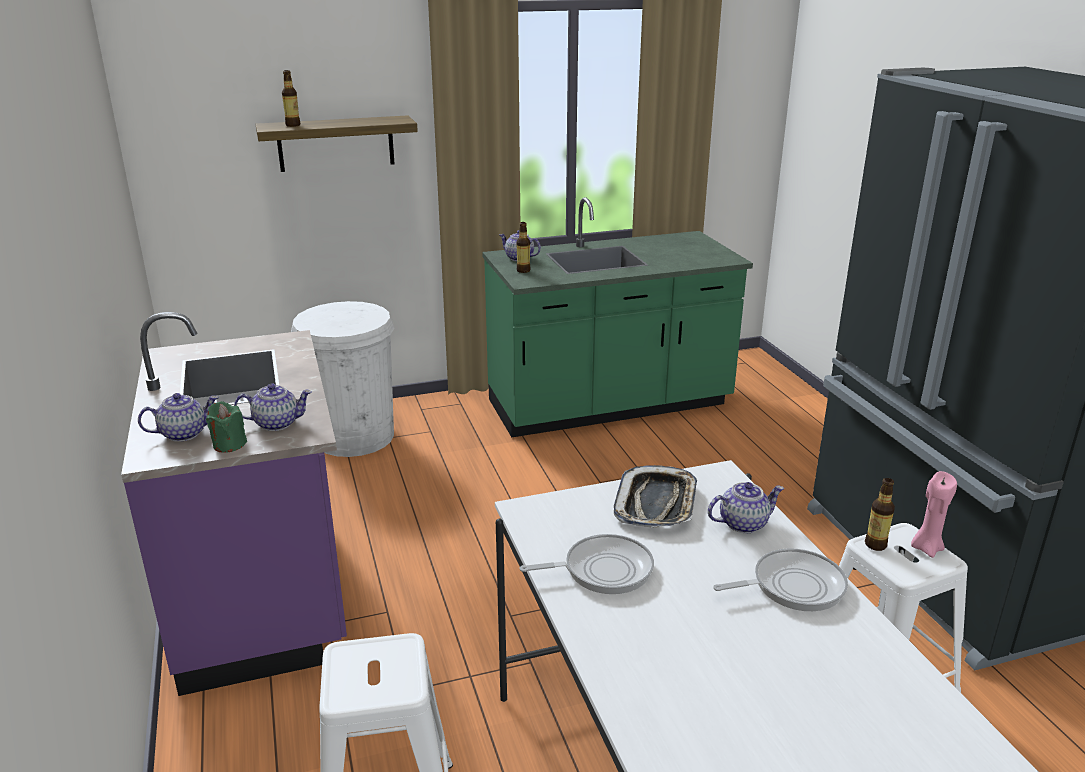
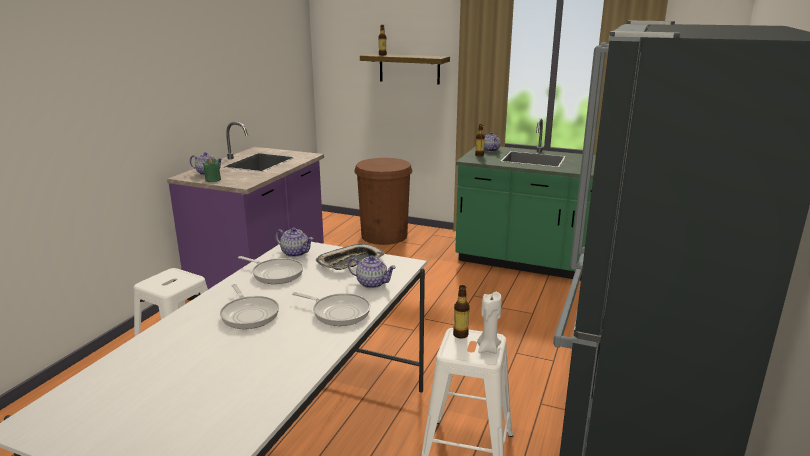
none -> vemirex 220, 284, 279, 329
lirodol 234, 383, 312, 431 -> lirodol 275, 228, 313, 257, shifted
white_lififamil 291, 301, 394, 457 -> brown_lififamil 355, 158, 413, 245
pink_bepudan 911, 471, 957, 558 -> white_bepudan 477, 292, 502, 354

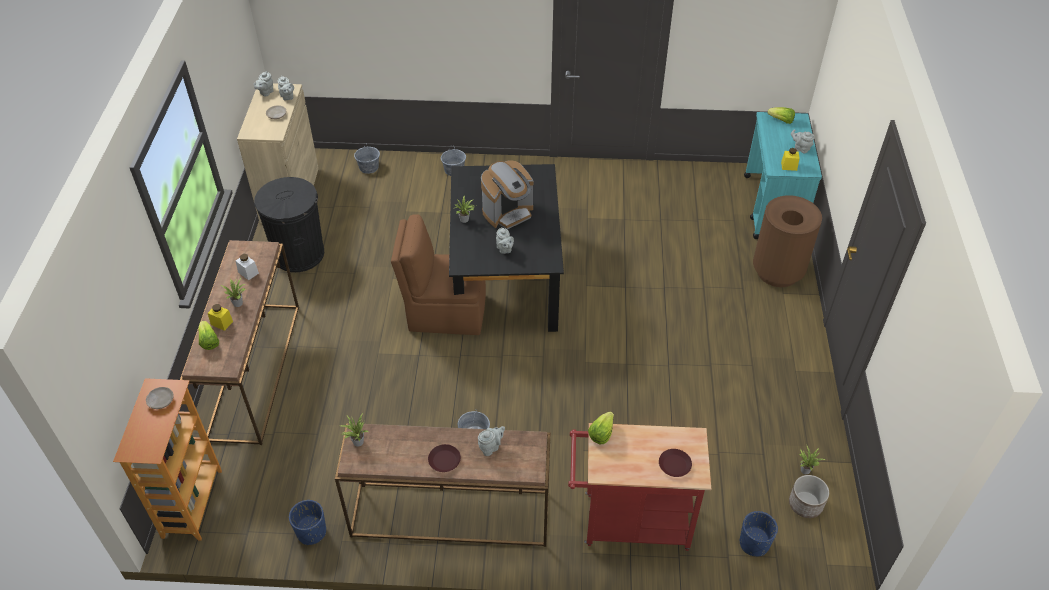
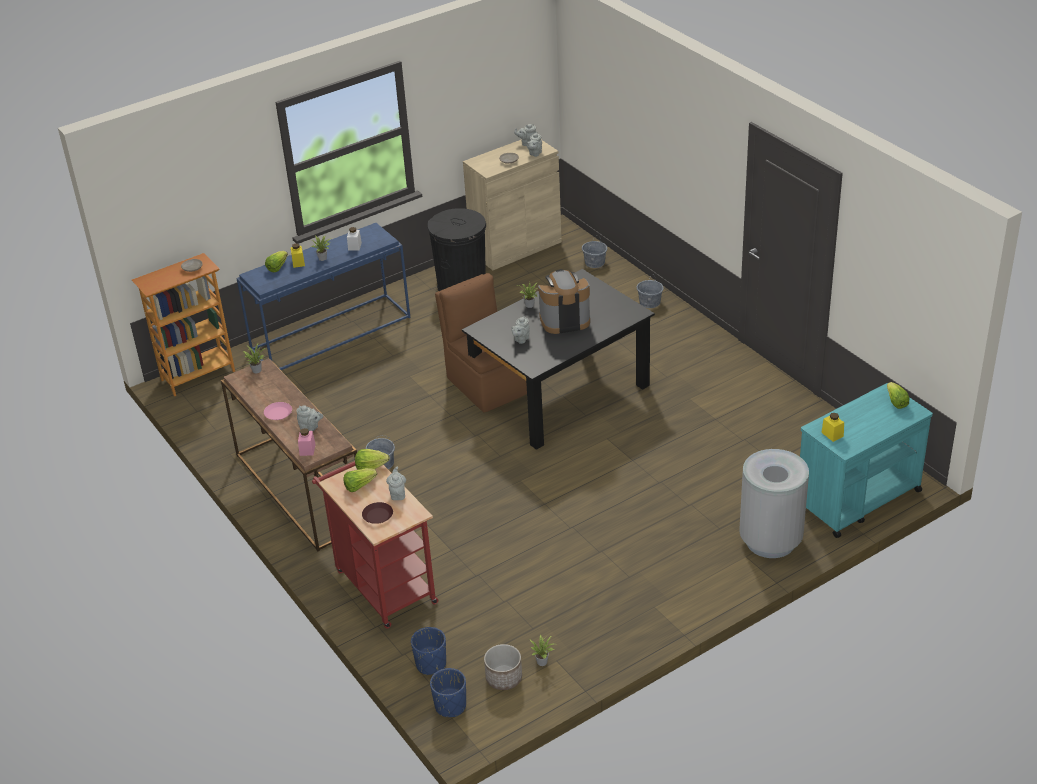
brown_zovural 180, 240, 299, 445 -> blue_zovural 236, 223, 410, 370
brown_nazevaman 428, 444, 461, 472 -> pink_nazevaman 264, 402, 292, 420
none -> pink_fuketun 298, 428, 316, 456
none -> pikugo 343, 468, 377, 492
grey_lirodol 791, 129, 814, 154 -> grey_lirodol 386, 467, 406, 500, shifted
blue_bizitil 289, 500, 326, 545 -> blue_bizitil 430, 668, 466, 717, shifted
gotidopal 481, 161, 534, 229 -> gotidopal 538, 269, 590, 334, 150 degrees clockwise
brown_lififamil 753, 195, 822, 287 -> grey_lififamil 740, 449, 809, 558

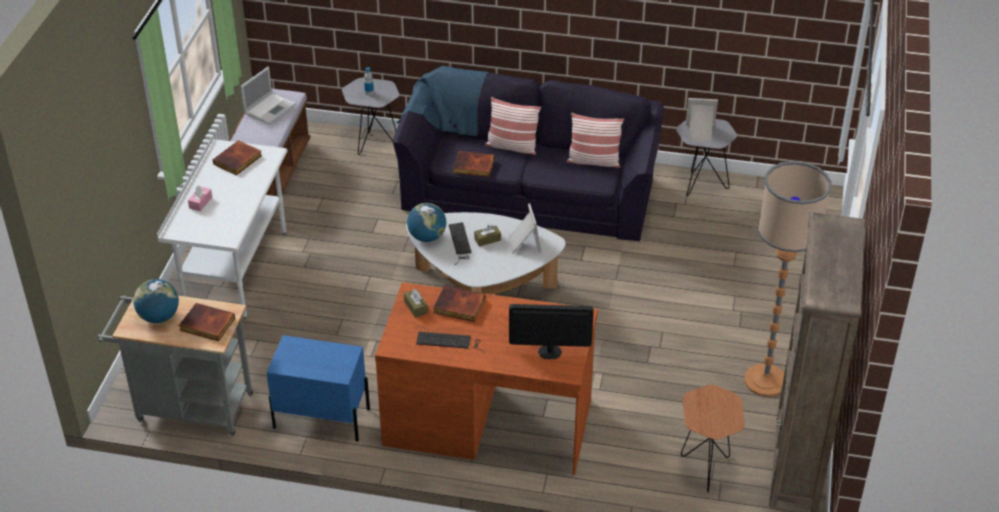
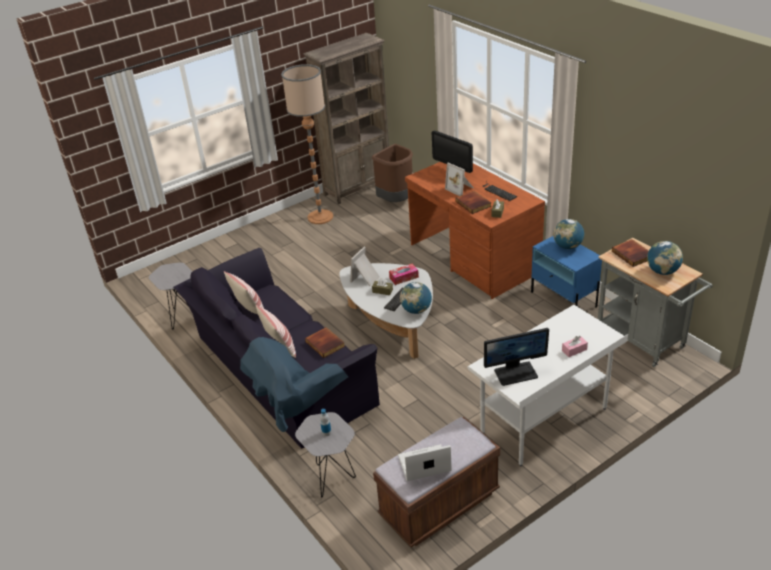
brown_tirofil 681, 385, 744, 492 -> brown_lififamil 372, 144, 413, 202
none -> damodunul 389, 264, 419, 285
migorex 685, 98, 718, 142 -> migorex 445, 163, 474, 196, shifted
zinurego 213, 140, 262, 175 -> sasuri 484, 328, 549, 386
none -> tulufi 553, 219, 584, 249

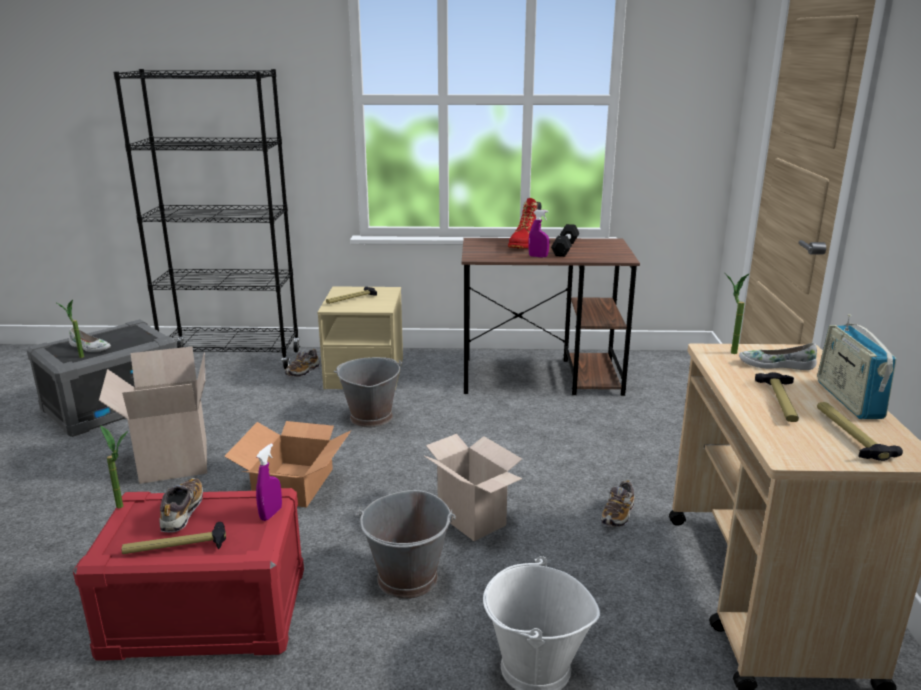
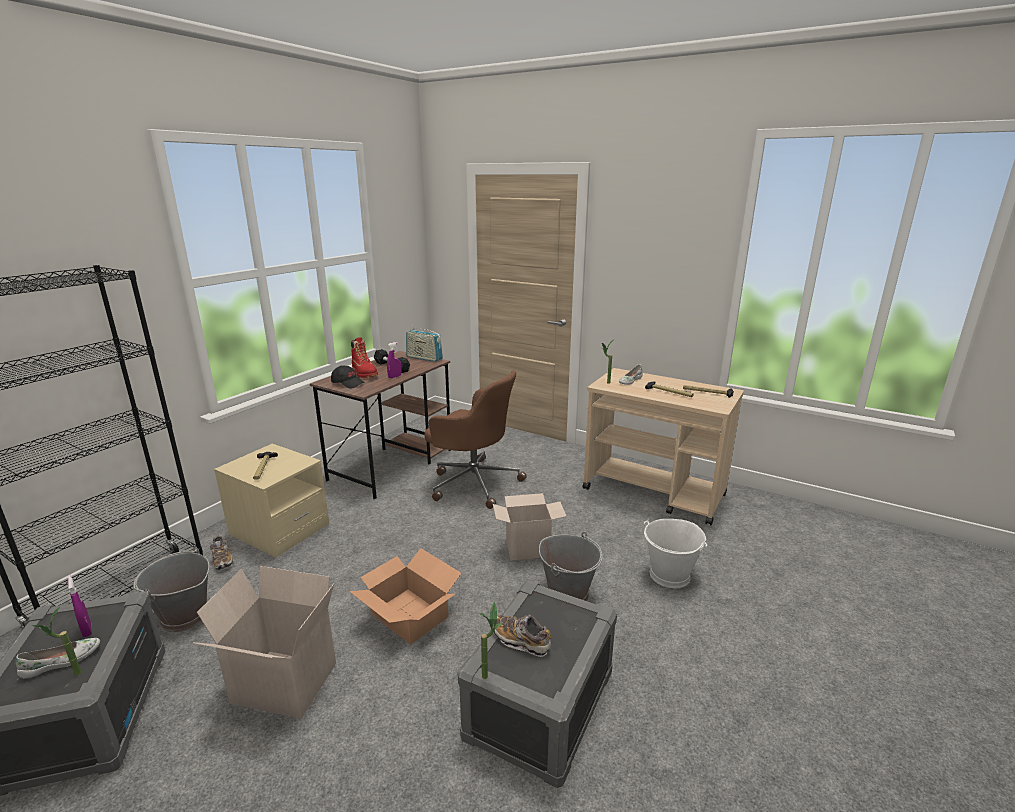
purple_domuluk 256, 443, 282, 521 -> purple_domuluk 68, 576, 92, 637, shifted
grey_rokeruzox 334, 357, 402, 427 -> grey_rokeruzox 133, 547, 210, 632, shifted
none -> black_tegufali 331, 366, 364, 389
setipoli 817, 314, 896, 419 -> setipoli 406, 325, 443, 362, shifted
none -> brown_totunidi 424, 371, 527, 509
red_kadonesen 73, 488, 304, 661 -> grey_kadonesen 458, 580, 617, 788
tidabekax 121, 522, 226, 554 -> none
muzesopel 601, 480, 635, 527 -> none

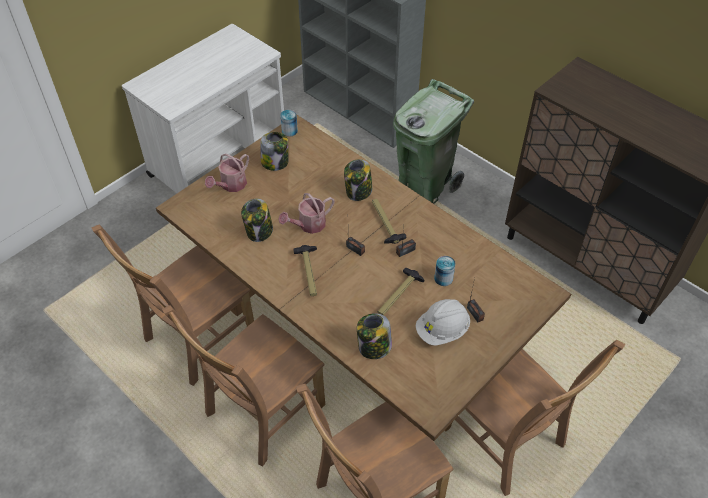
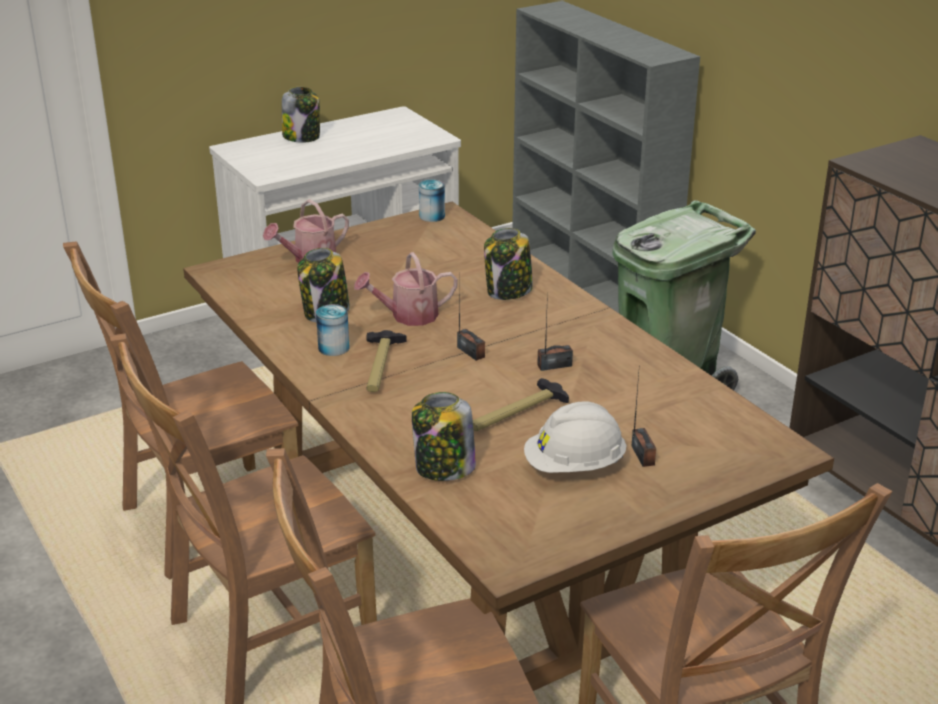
fuketun 260, 132, 289, 171 -> fuketun 282, 87, 320, 143, shifted
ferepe 434, 256, 456, 286 -> ferepe 316, 304, 349, 356, shifted
tidabekax 372, 199, 406, 244 -> none

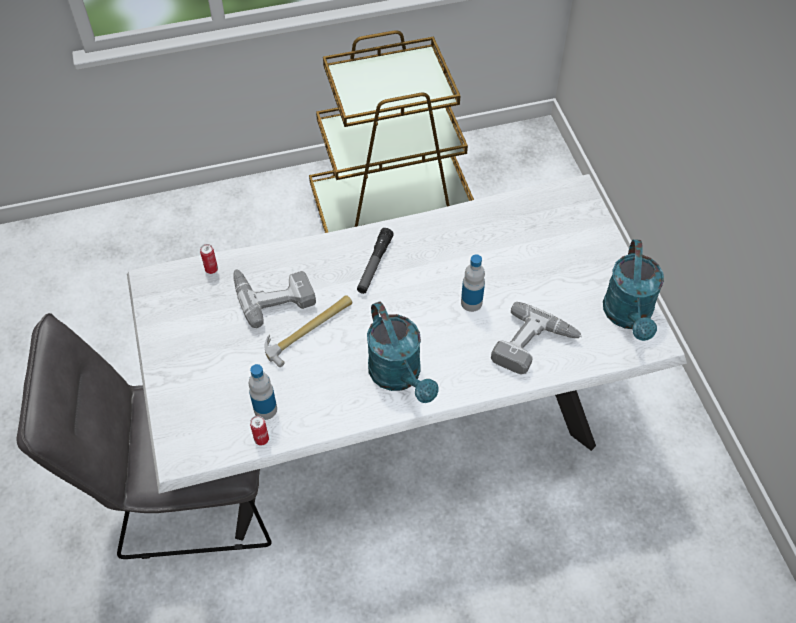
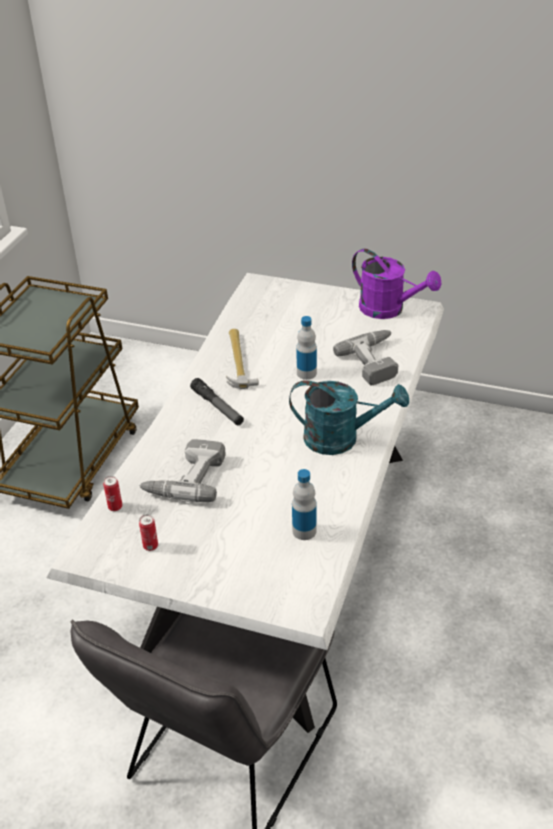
ferepe 250, 416, 269, 446 -> ferepe 139, 514, 158, 551, shifted
tidabekax 265, 295, 352, 367 -> tidabekax 226, 329, 259, 389, shifted
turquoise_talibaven 603, 239, 664, 341 -> purple_talibaven 352, 249, 441, 319

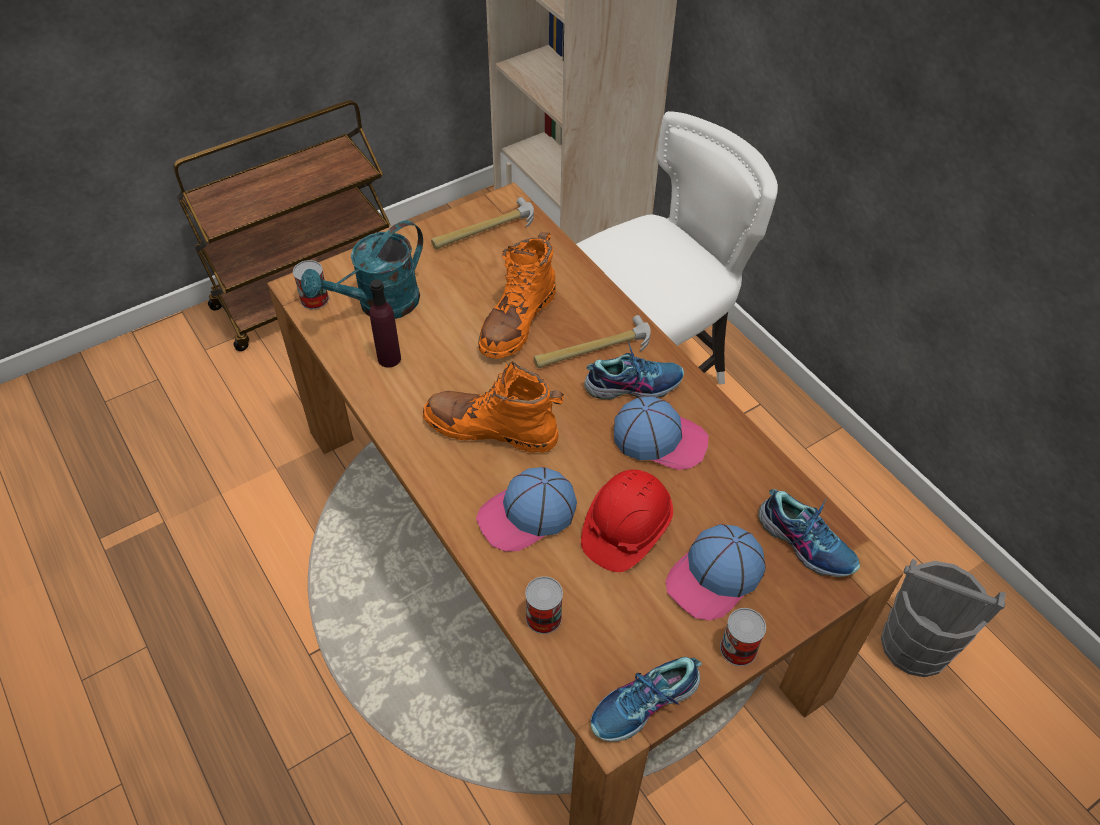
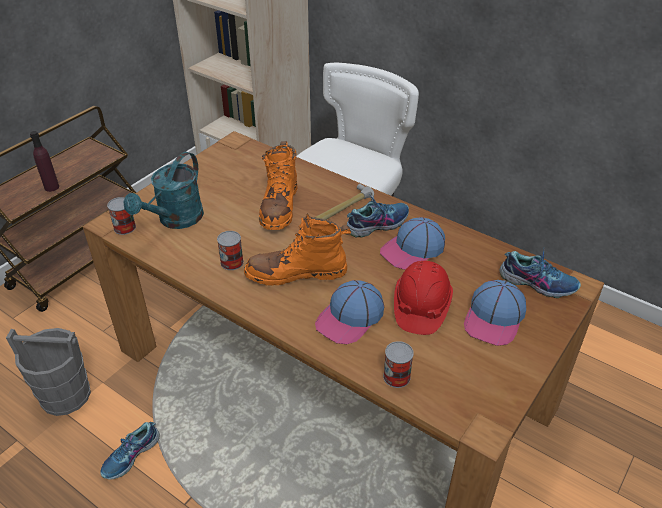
grey_rokeruzox 881, 559, 1006, 677 -> grey_rokeruzox 6, 328, 91, 416, shifted
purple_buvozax 370, 279, 401, 367 -> purple_buvozax 30, 131, 59, 192, shifted
muzesopel 591, 657, 702, 742 -> muzesopel 100, 422, 160, 480, shifted
ferepe 720, 608, 766, 666 -> ferepe 217, 231, 244, 270, shifted
tegufali 614, 397, 709, 470 -> tegufali 380, 217, 445, 270, 150 degrees clockwise
tidabekax 431, 197, 534, 249 -> none

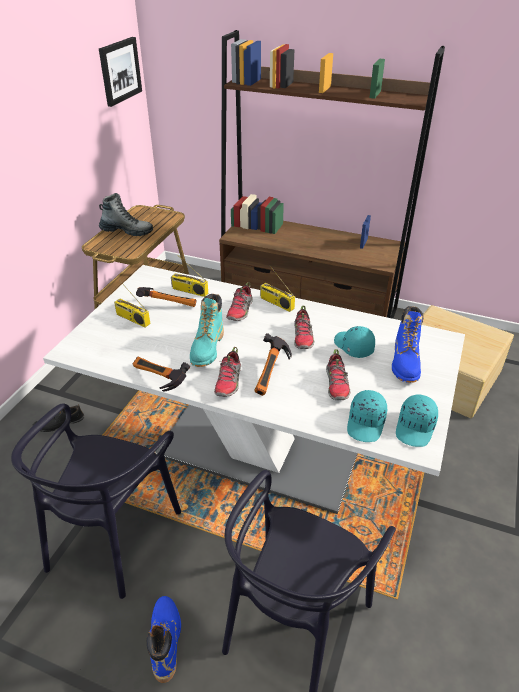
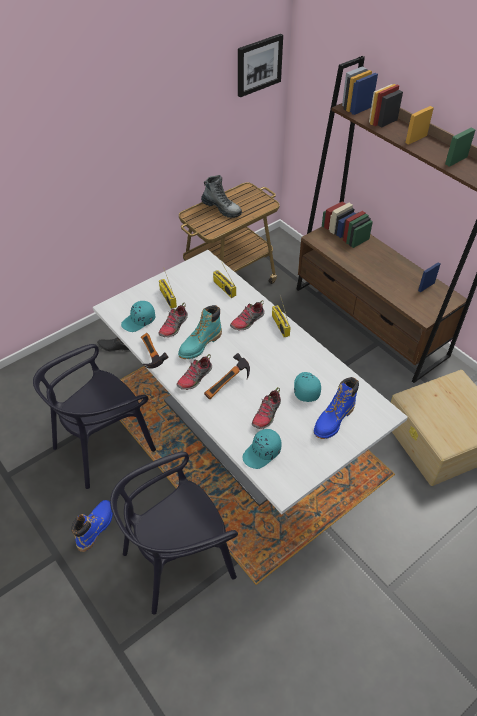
turquoise_tegufali 396, 394, 438, 447 -> turquoise_tegufali 121, 301, 155, 332, shifted
muzesopel 294, 306, 314, 349 -> muzesopel 159, 303, 188, 338, shifted
tidabekax 136, 287, 197, 307 -> none

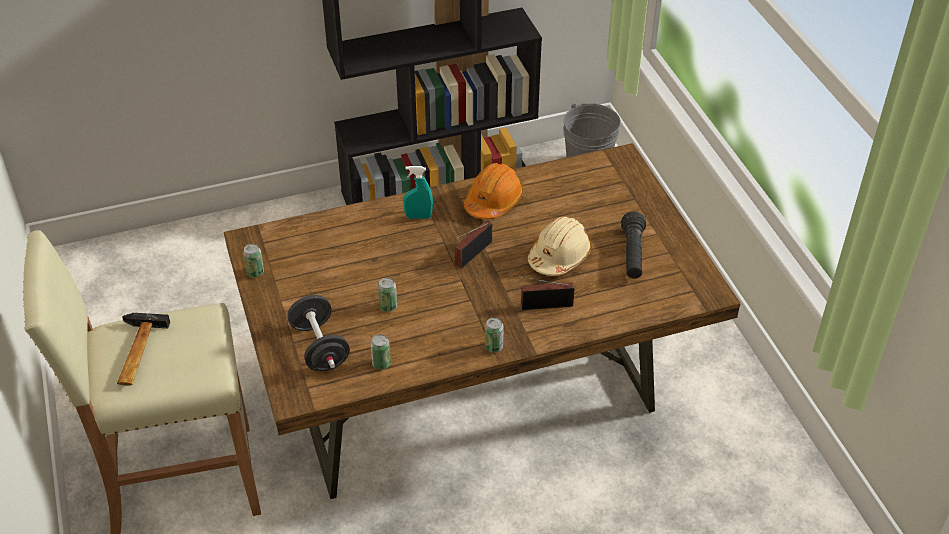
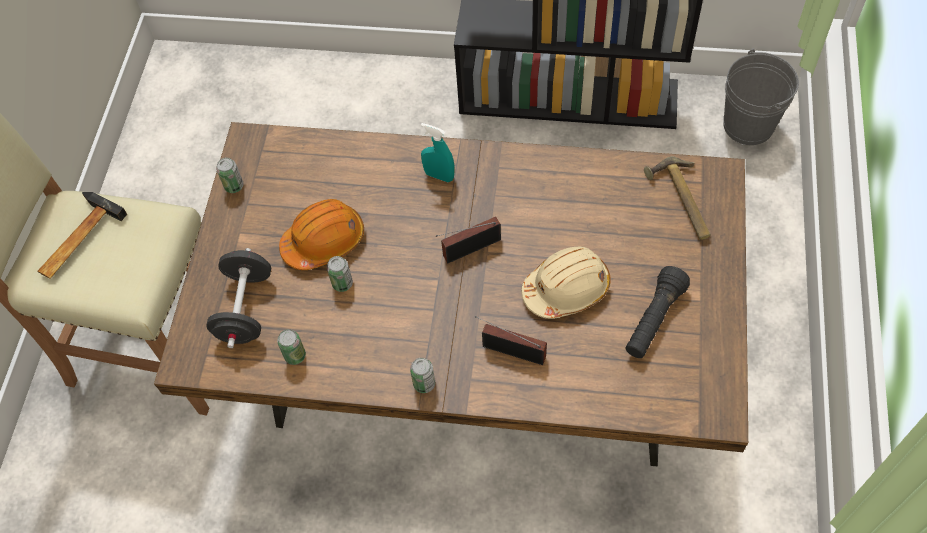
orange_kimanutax 464, 163, 523, 219 -> orange_kimanutax 279, 199, 364, 270, shifted
none -> tidabekax 644, 156, 711, 240

